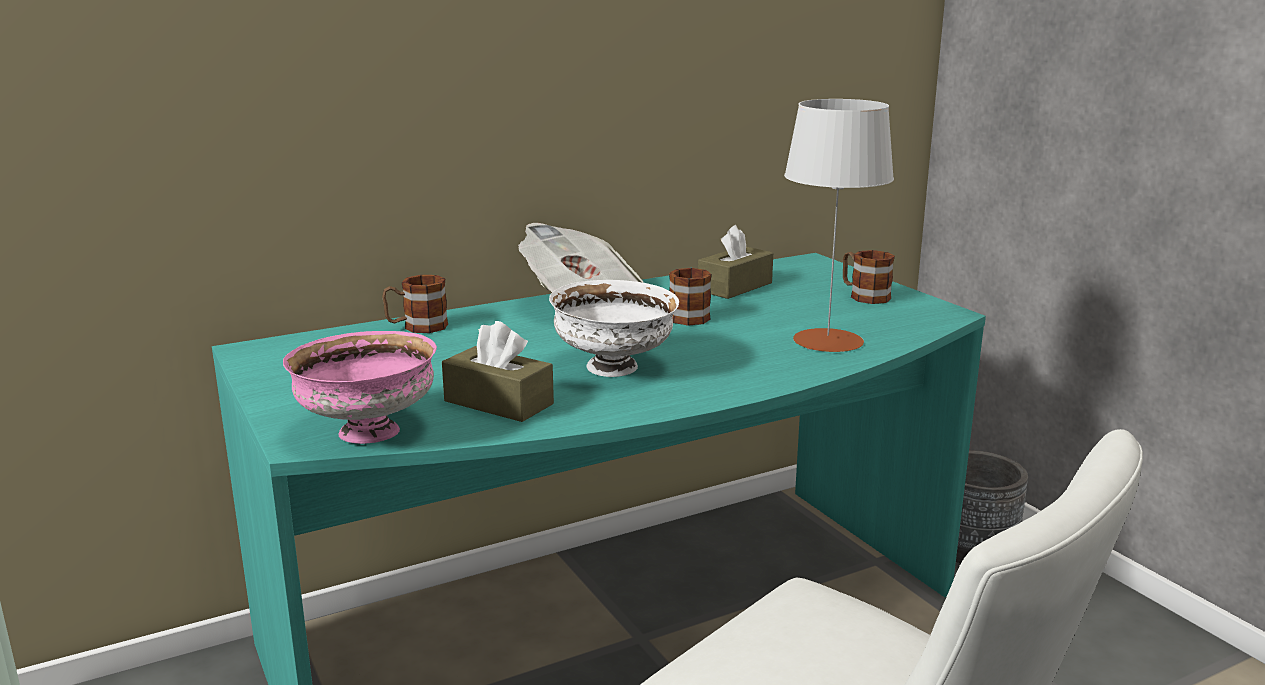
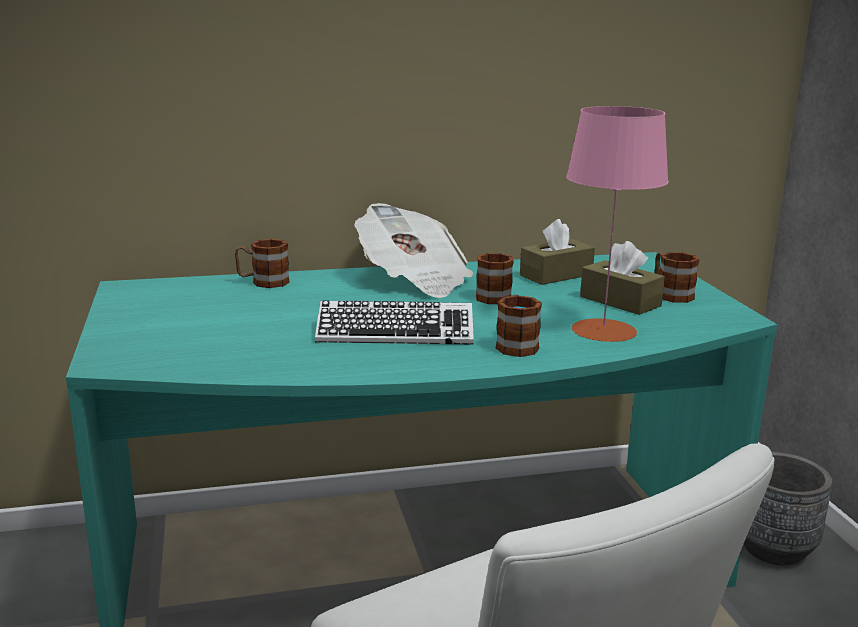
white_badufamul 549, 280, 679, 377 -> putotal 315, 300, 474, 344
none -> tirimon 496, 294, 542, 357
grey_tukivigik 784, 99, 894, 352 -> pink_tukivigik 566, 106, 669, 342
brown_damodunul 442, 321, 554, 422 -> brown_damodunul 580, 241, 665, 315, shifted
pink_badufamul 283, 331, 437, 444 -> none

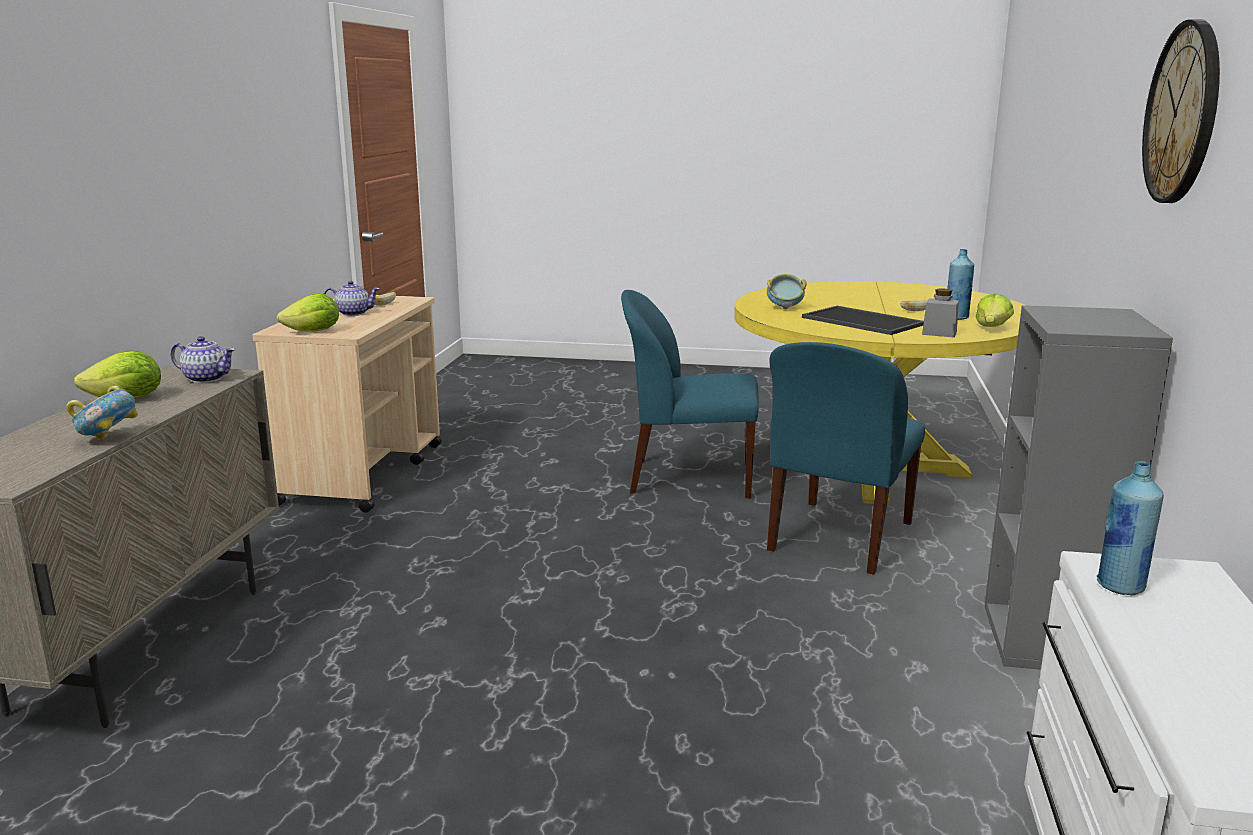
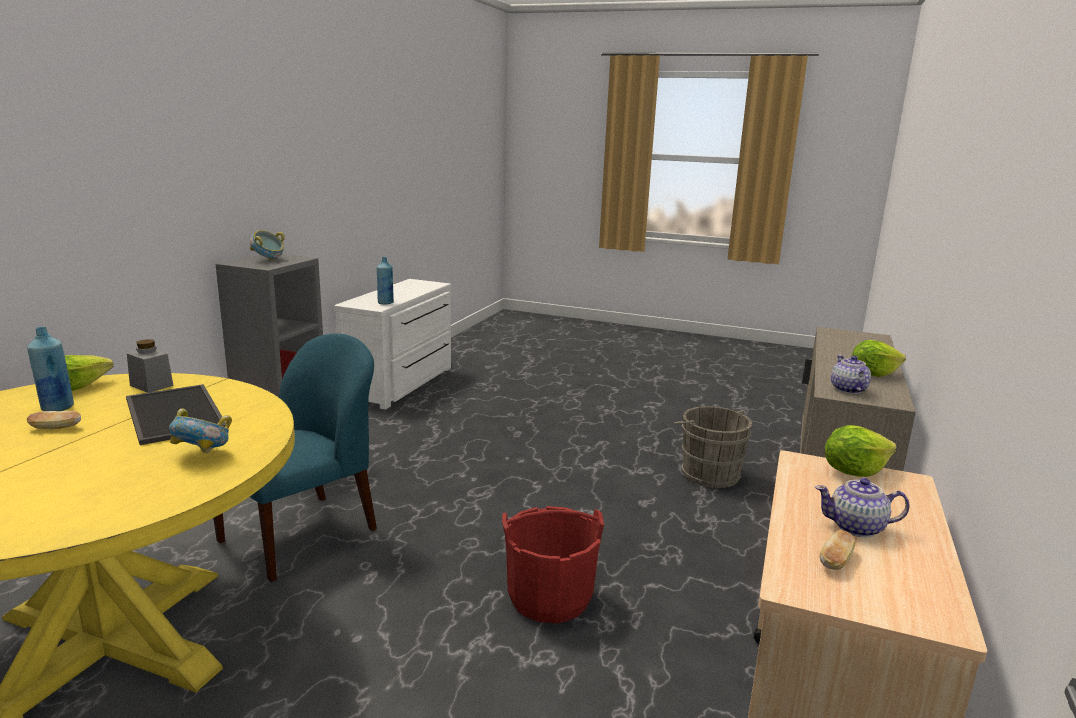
badufamul 66, 385, 138, 440 -> badufamul 250, 230, 285, 260, shifted
none -> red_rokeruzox 502, 506, 604, 623
none -> grey_rokeruzox 673, 406, 752, 488
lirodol 171, 336, 235, 383 -> lirodol 831, 355, 871, 394, 60 degrees clockwise
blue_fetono 621, 290, 759, 499 -> none
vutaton 1142, 19, 1220, 203 -> none

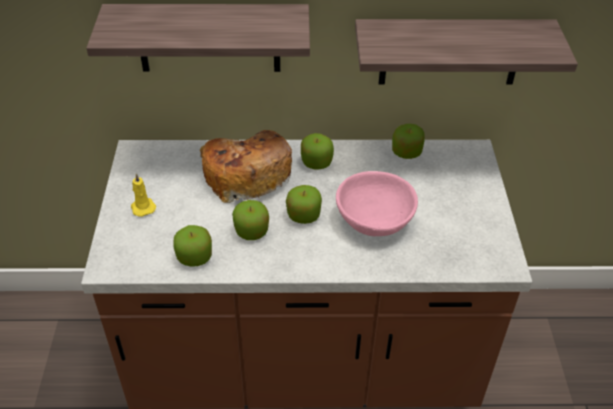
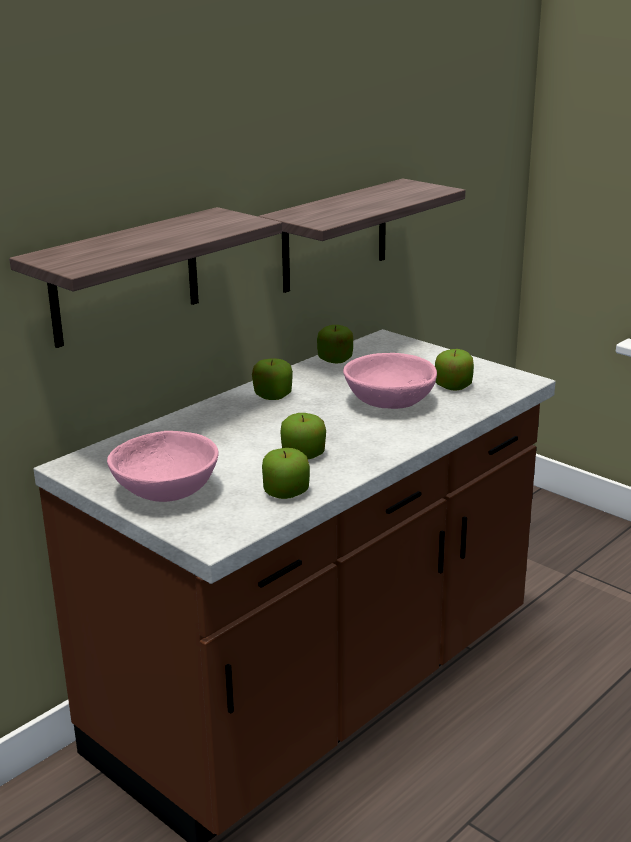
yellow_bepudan 131, 173, 156, 217 -> pink_badufamul 107, 431, 219, 502
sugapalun 286, 185, 322, 224 -> sugapalun 435, 349, 474, 391, shifted
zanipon 200, 130, 292, 203 -> none

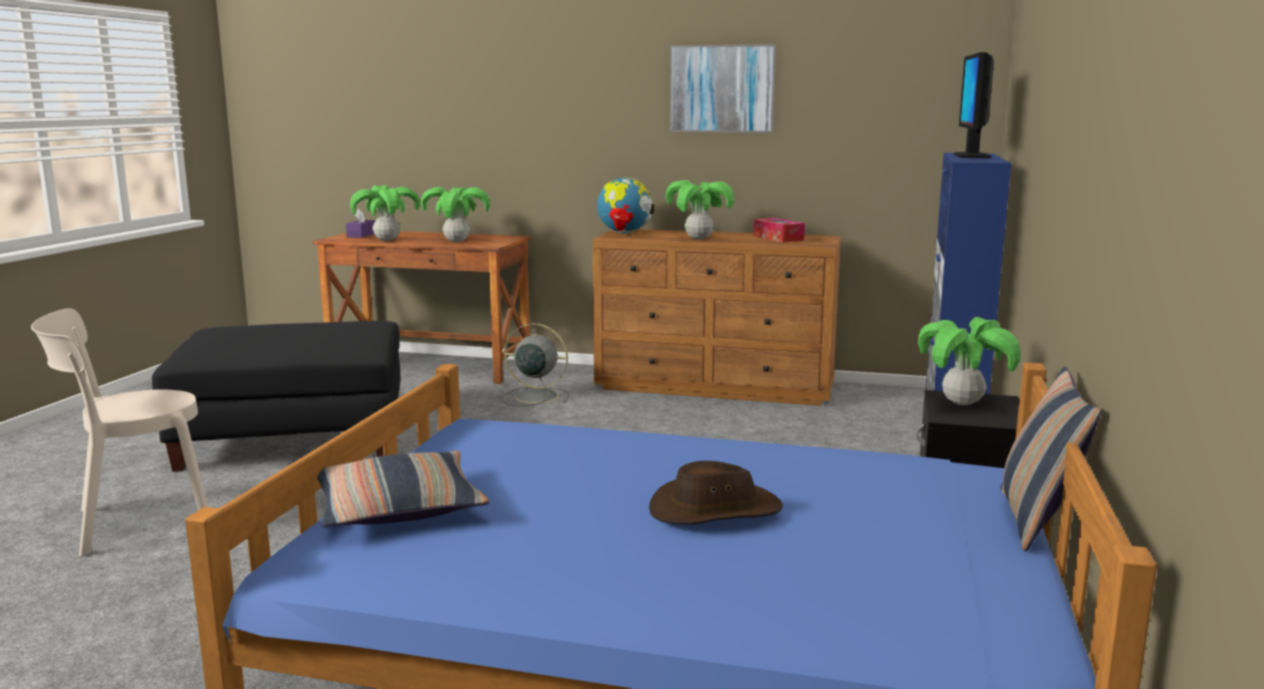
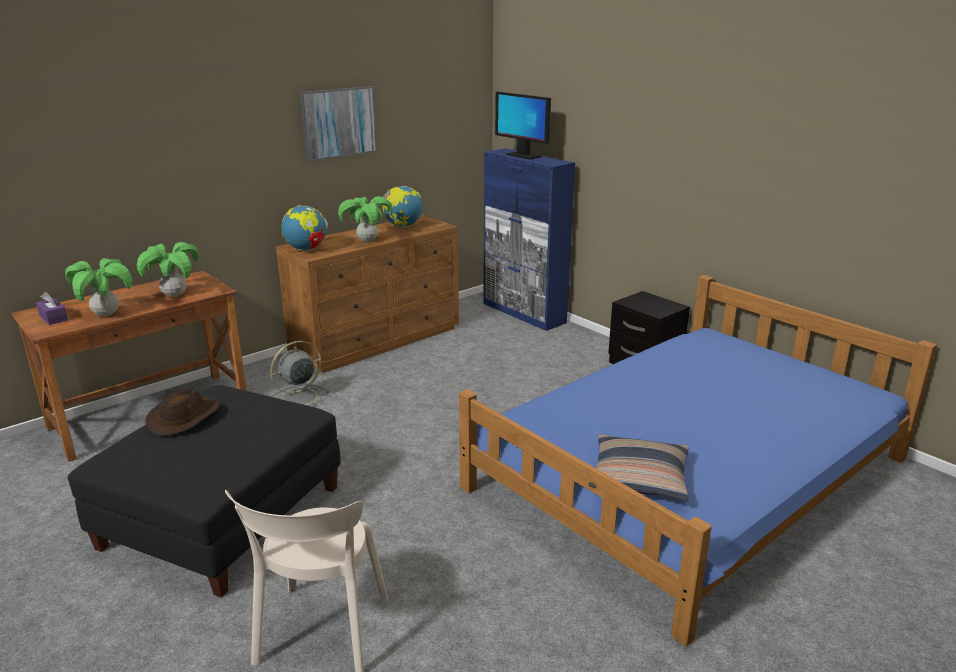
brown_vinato 649, 461, 783, 524 -> brown_vinato 145, 390, 220, 436, shifted
damodunul 753, 218, 805, 242 -> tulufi 382, 186, 422, 228
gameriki 918, 317, 1021, 406 -> none
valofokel 1000, 367, 1101, 551 -> none

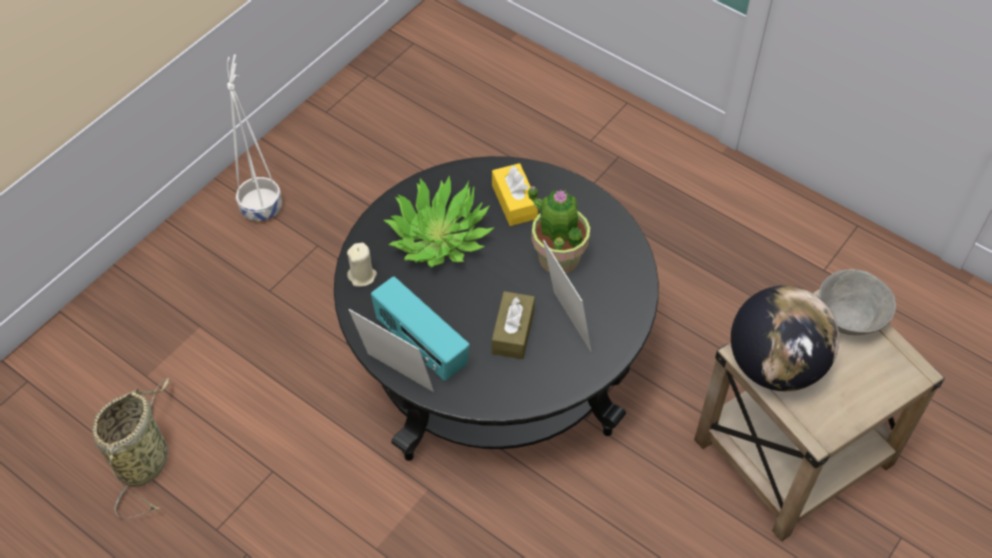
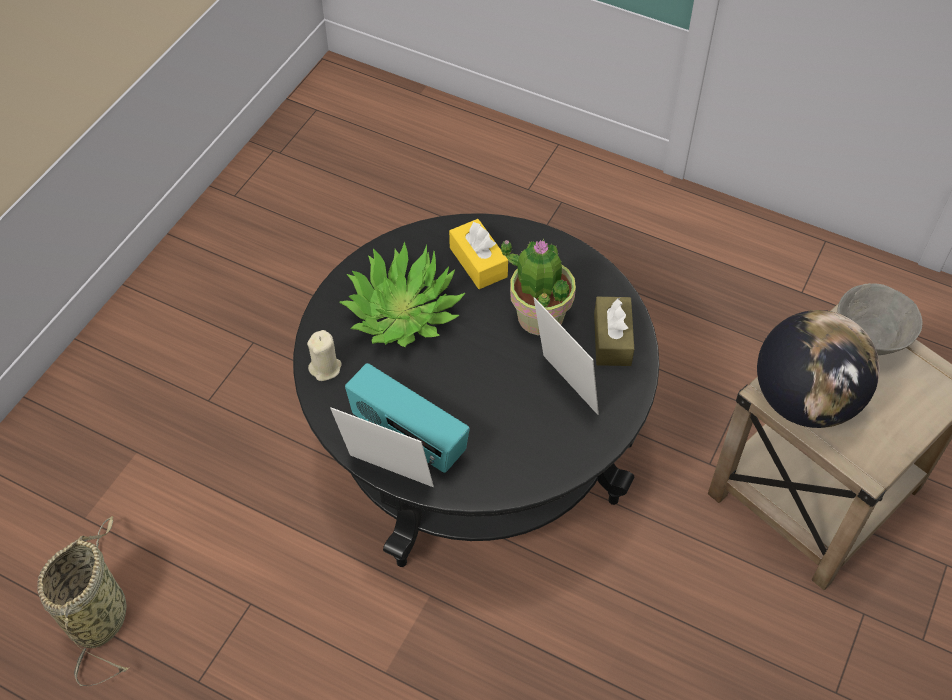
brown_damodunul 492, 291, 535, 359 -> brown_damodunul 594, 297, 634, 366, shifted
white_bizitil 227, 55, 282, 222 -> none

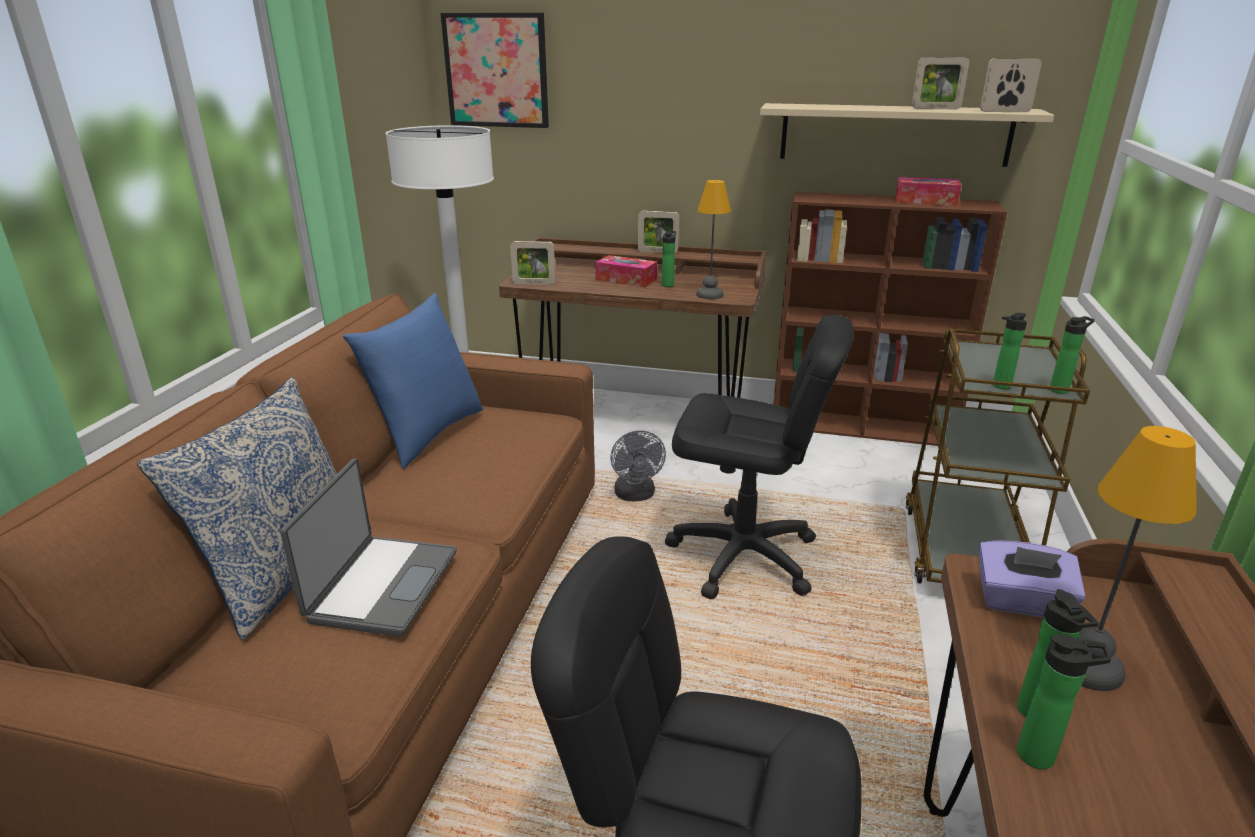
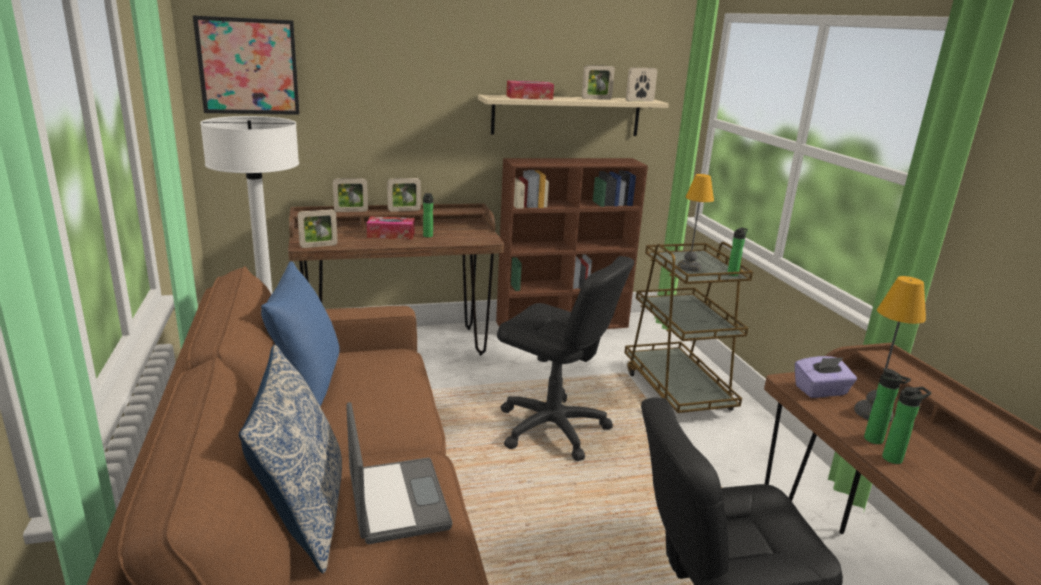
none -> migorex 333, 178, 368, 212
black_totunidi 665, 315, 854, 599 -> black_totunidi 497, 256, 634, 461, 45 degrees clockwise
damodunul 895, 177, 962, 206 -> damodunul 506, 81, 554, 100, shifted
tukivigik 696, 180, 731, 299 -> tukivigik 678, 174, 714, 271, shifted
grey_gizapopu 610, 431, 666, 501 -> none
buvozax 993, 313, 1027, 389 -> none

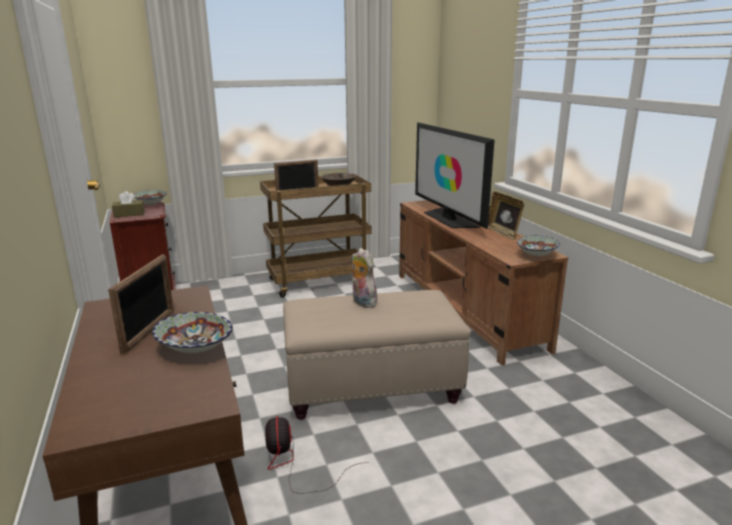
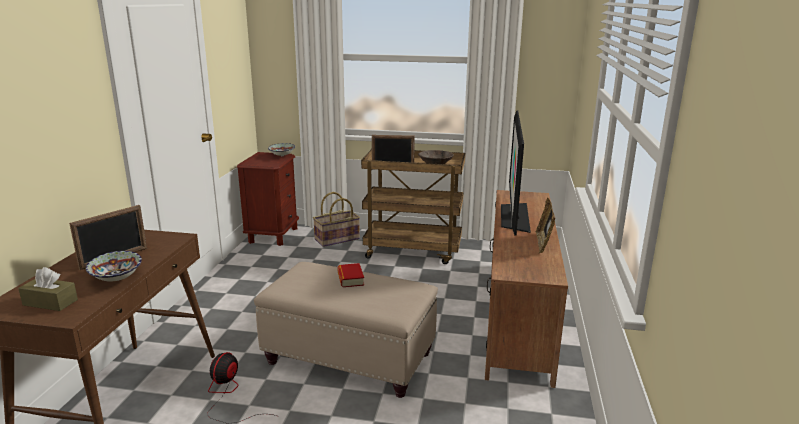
brown_damodunul 112, 191, 145, 218 -> brown_damodunul 18, 267, 78, 311, shifted
none -> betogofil 313, 192, 360, 247
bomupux 352, 248, 377, 308 -> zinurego 337, 263, 364, 287
badufamul 517, 236, 560, 256 -> none

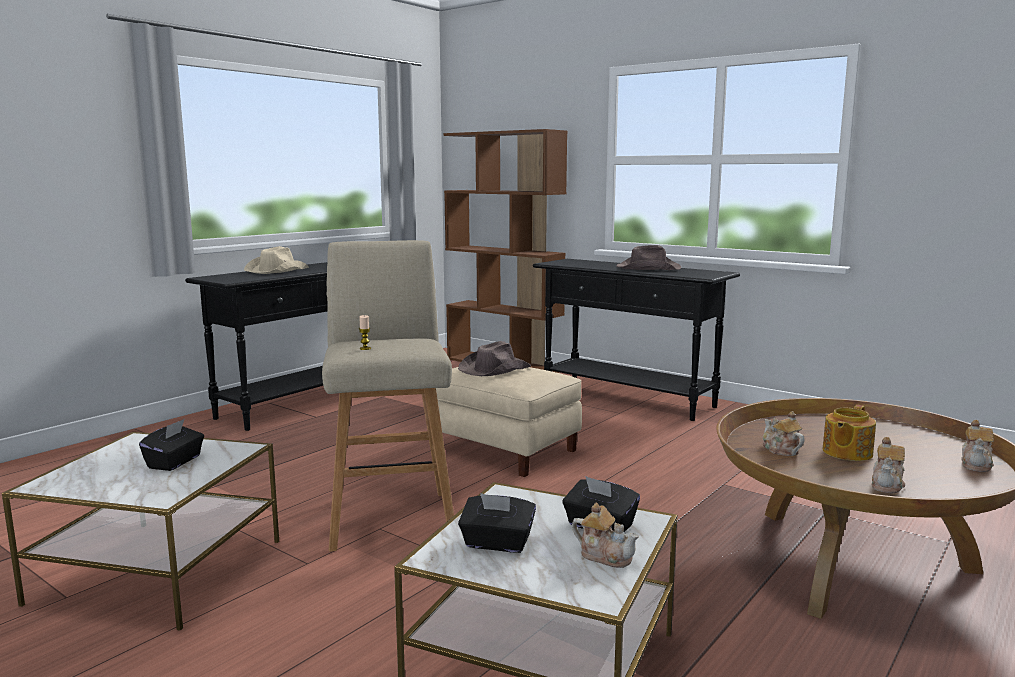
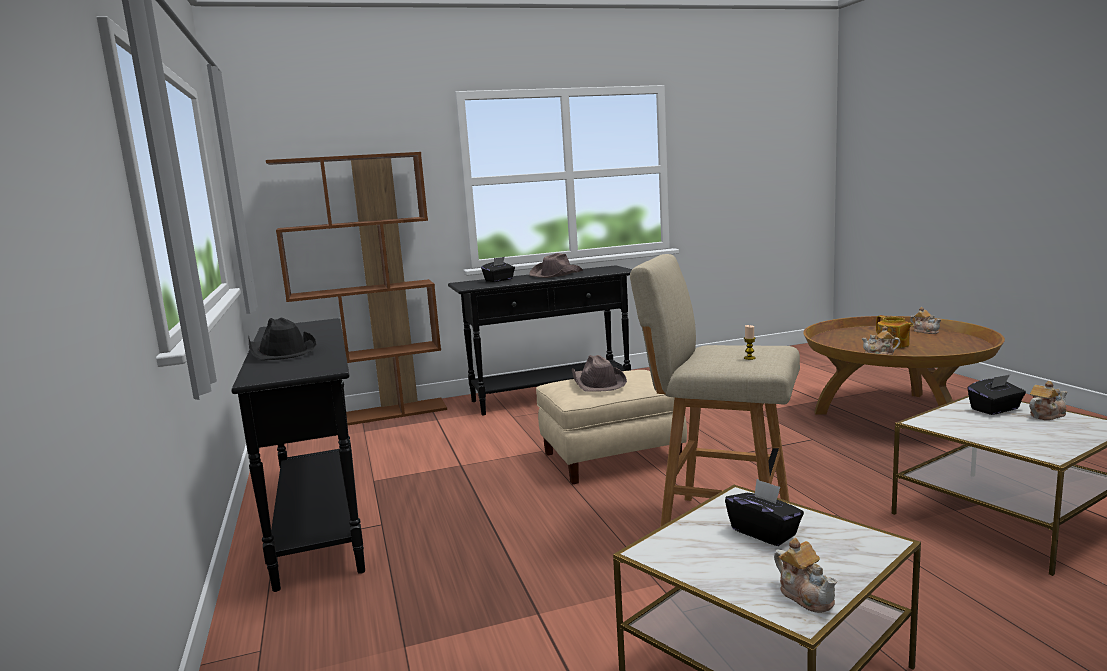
beige_vinato 244, 246, 309, 274 -> black_vinato 248, 318, 317, 360
black_damodunul 458, 493, 536, 553 -> black_damodunul 481, 257, 515, 282, shifted
lirodol 871, 437, 905, 493 -> lirodol 774, 537, 837, 613, shifted

